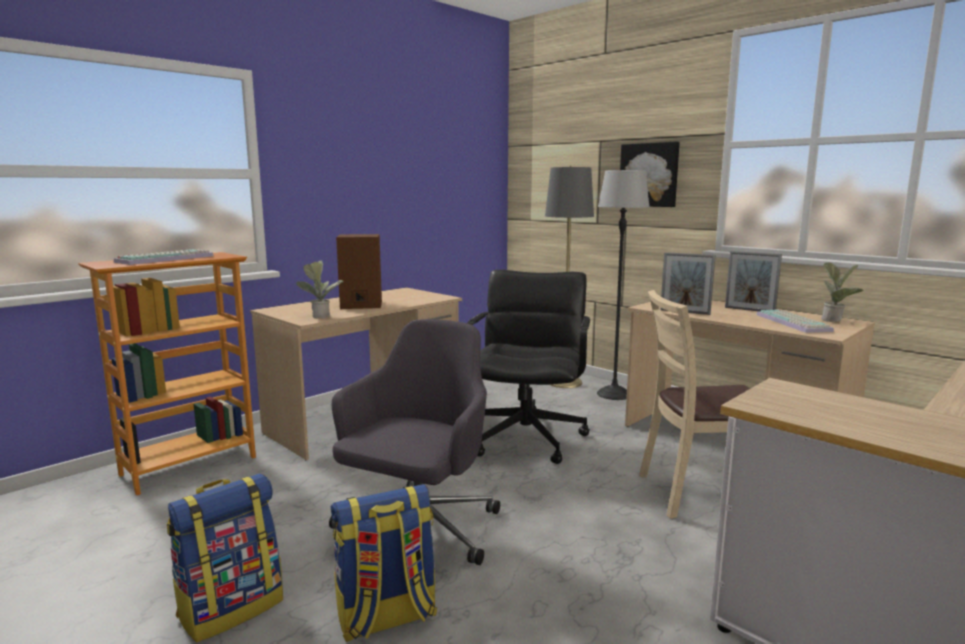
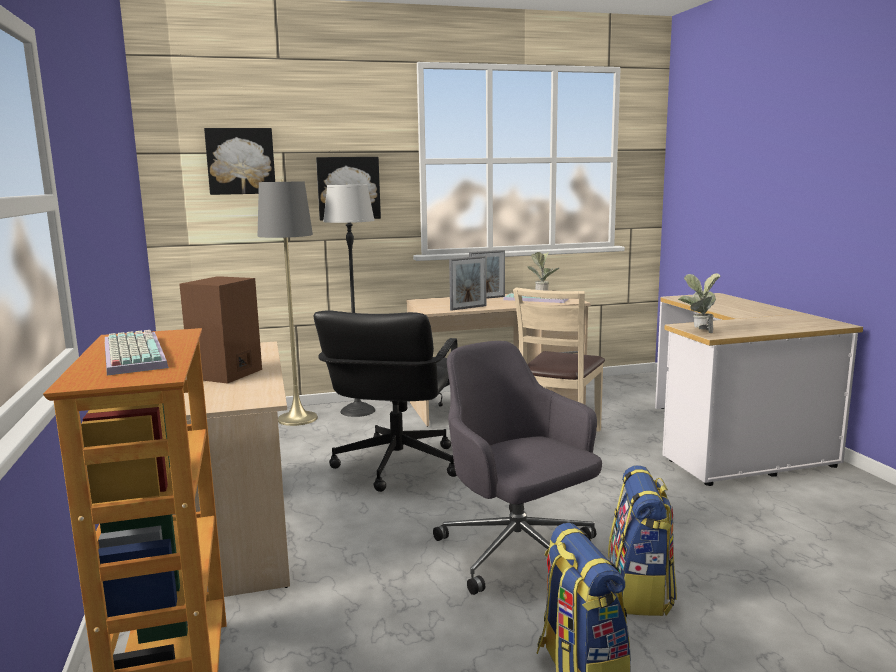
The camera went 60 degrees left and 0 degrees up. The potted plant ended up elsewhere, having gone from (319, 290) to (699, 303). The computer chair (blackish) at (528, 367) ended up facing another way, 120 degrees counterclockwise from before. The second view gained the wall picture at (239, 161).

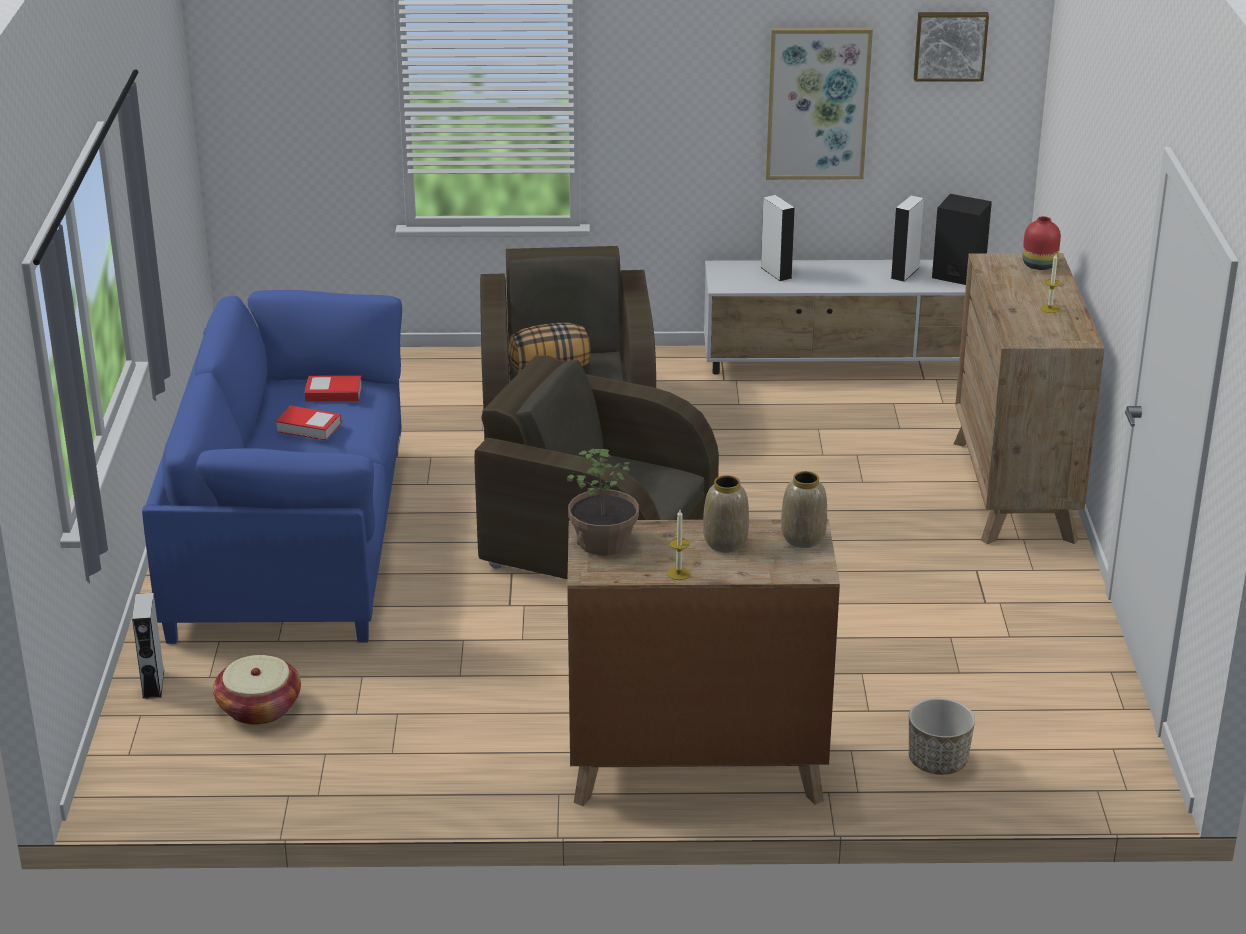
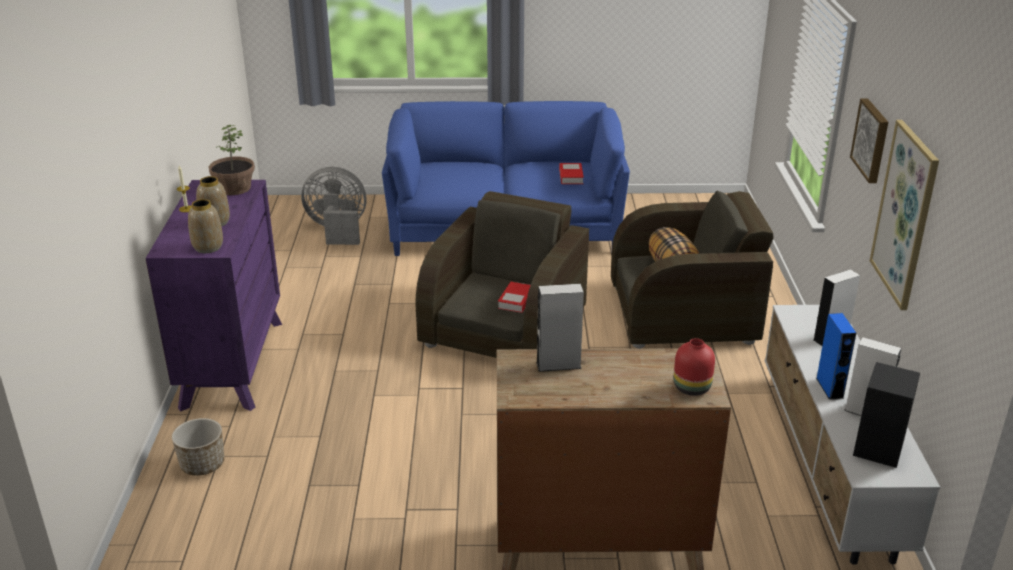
The camera went 90 degrees right and 0 degrees up. The loudspeaker (greyish) ended up elsewhere, having gone from (148, 646) to (560, 328). Where the storage basket stood at (257, 690), the electric fan (greyish) came to stand at (334, 206). The volume ended up elsewhere, having gone from (308, 423) to (514, 297). What was the drawer chest (brown) at (703, 662) turned into the drawer chest (purple) at (214, 296). The wall picture ended up elsewhere, having gone from (951, 47) to (869, 140). The second view lost the wax candle at (1050, 283). The second view gained the loudspeaker (blue-coloured) at (836, 356).

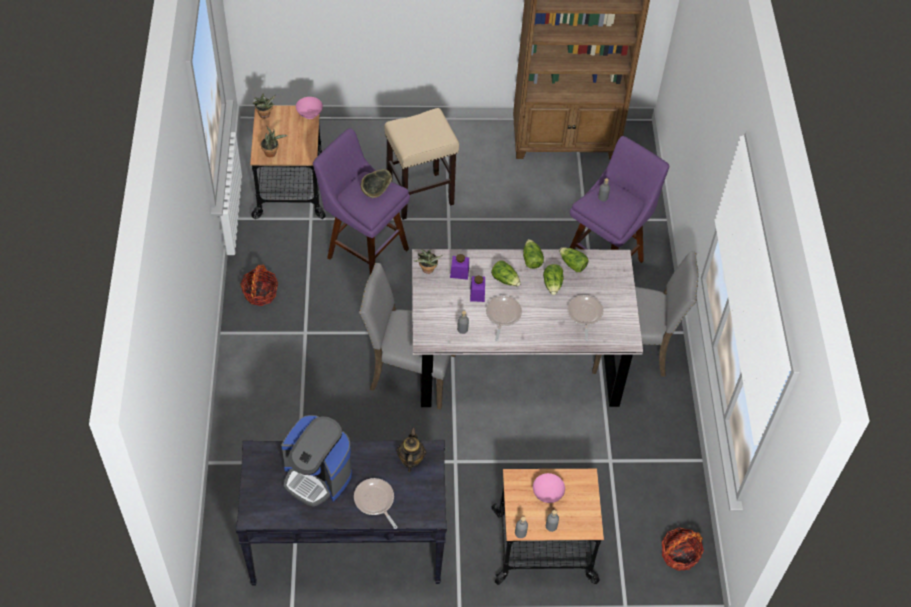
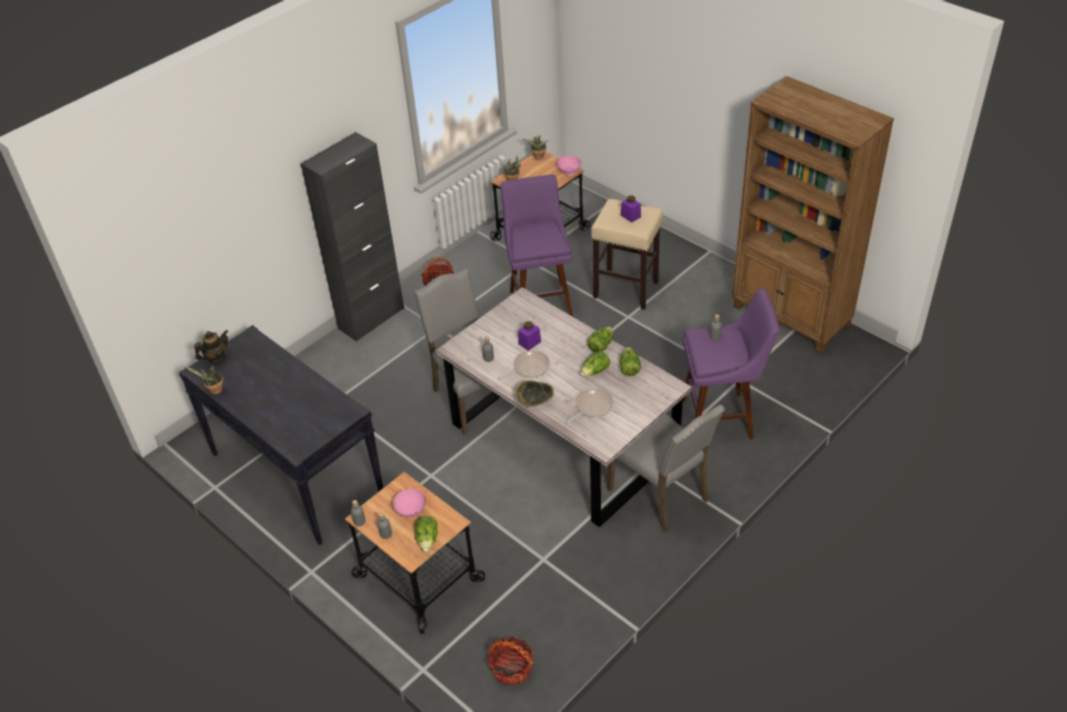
The camera went 50 degrees right and 10 degrees down. The second view lost the coffee brewer at (316, 461). The second view lost the pan at (376, 503). The deep dish ended up elsewhere, having gone from (376, 183) to (534, 393). The tea pot ended up elsewhere, having gone from (411, 450) to (211, 346). The potted plant ended up elsewhere, having gone from (428, 261) to (203, 380). The storage jar (purple) ended up elsewhere, having gone from (459, 267) to (631, 209). The lettuce ended up elsewhere, having gone from (506, 273) to (426, 534). The second view gained the storage cabinet (blackish) at (352, 237).

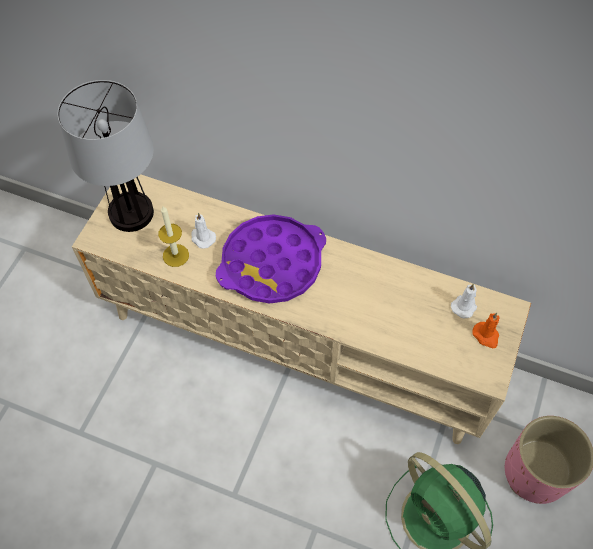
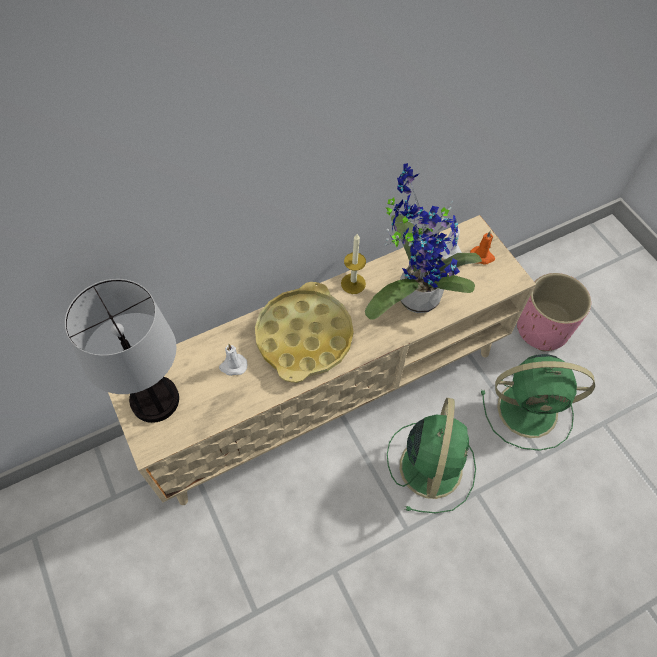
The camera went 50 degrees left and 0 degrees up. The wax candle ended up elsewhere, having gone from (173, 236) to (353, 264). What was the carrying tray (purple) at (271, 259) turned into the carrying tray (yellow-coloured) at (304, 332). The second view gained the potted plant at (423, 241). The second view gained the electric fan (greenish) at (431, 455).

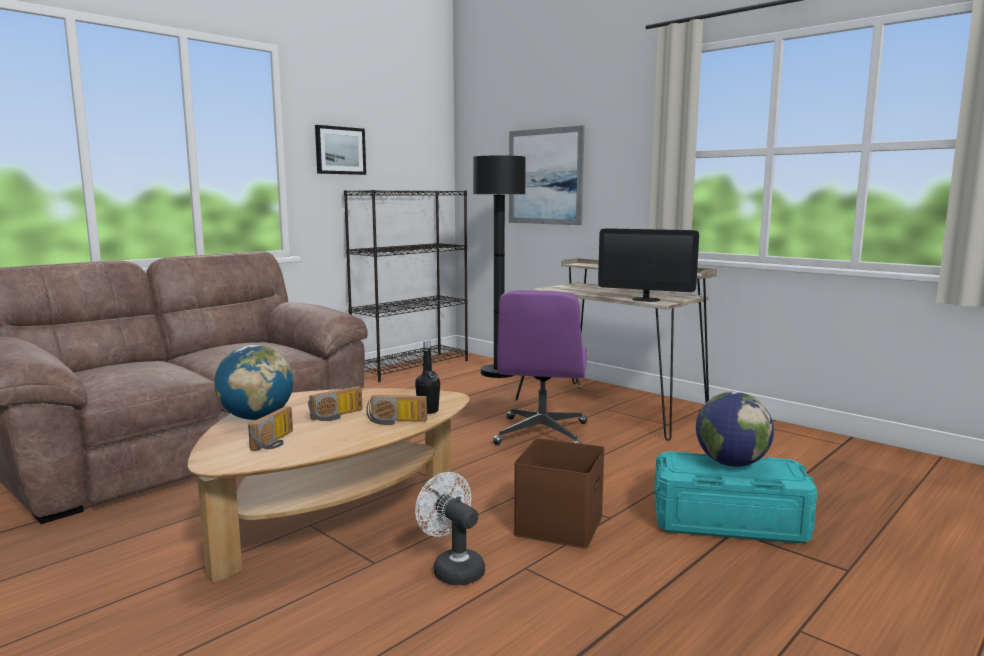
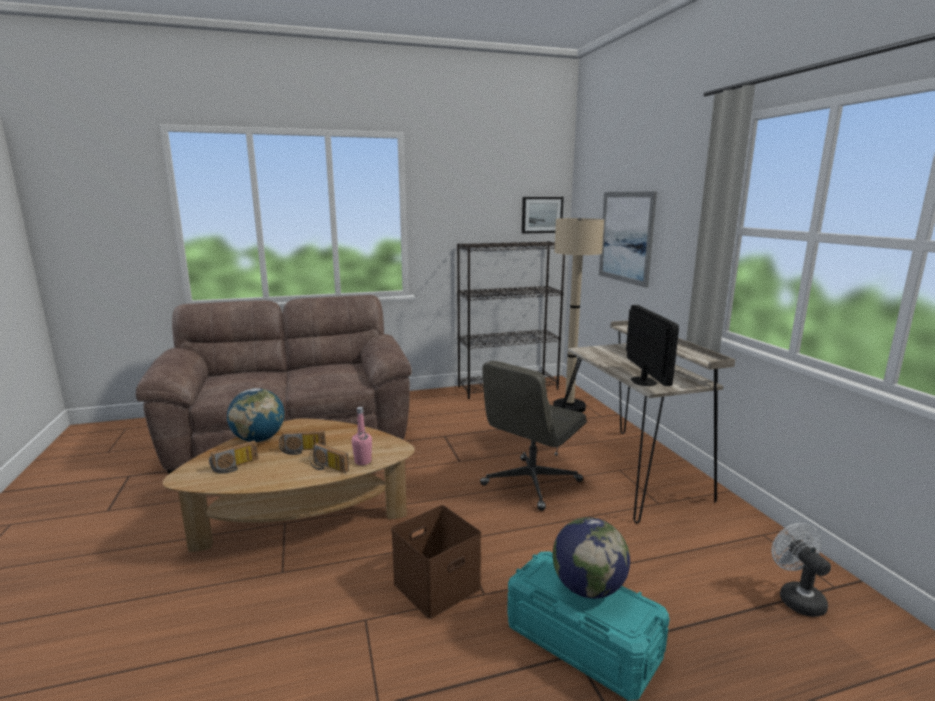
The camera went 30 degrees right and 5 degrees up. The wall picture ended up elsewhere, having gone from (340, 150) to (543, 215). What was the drink bottle (blackish) at (427, 377) turned into the drink bottle (pink) at (362, 436). The electric fan (white-coloured) ended up elsewhere, having gone from (450, 528) to (801, 570). What was the standard lamp (blackish) at (499, 266) turned into the standard lamp (sand-coloured) at (578, 315). What was the computer chair (purple) at (540, 367) turned into the computer chair (greyish) at (533, 436). The computer screen at (648, 265) ended up facing another way, 150 degrees counterclockwise from before.

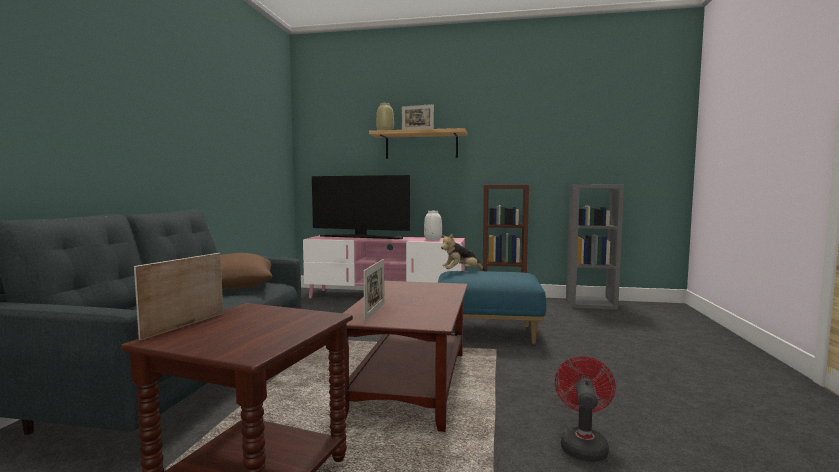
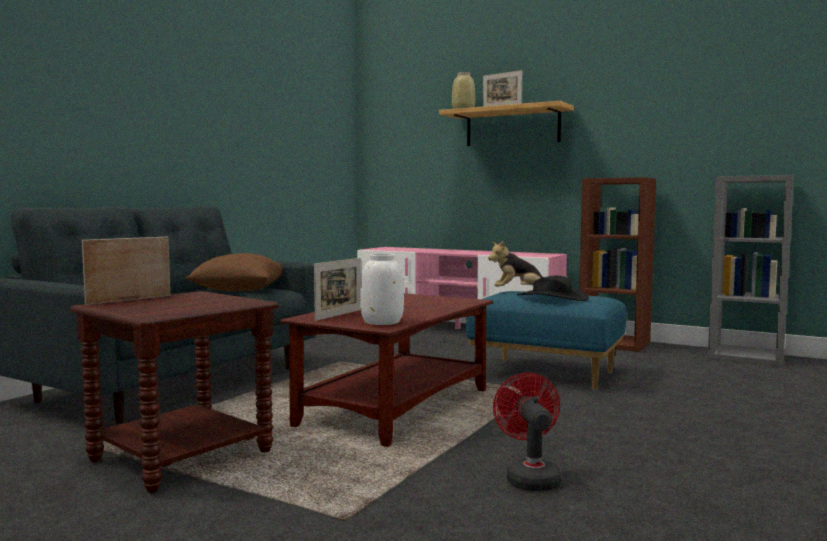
The camera went 20 degrees right and 0 degrees up. The second view lost the TV at (361, 207). The decorative vase (white-coloured) ended up elsewhere, having gone from (433, 225) to (382, 289). The electric fan (red-coloured) at (585, 409) ended up facing another way, 45 degrees counterclockwise from before. The second view gained the clothing hat (blackish) at (553, 288).

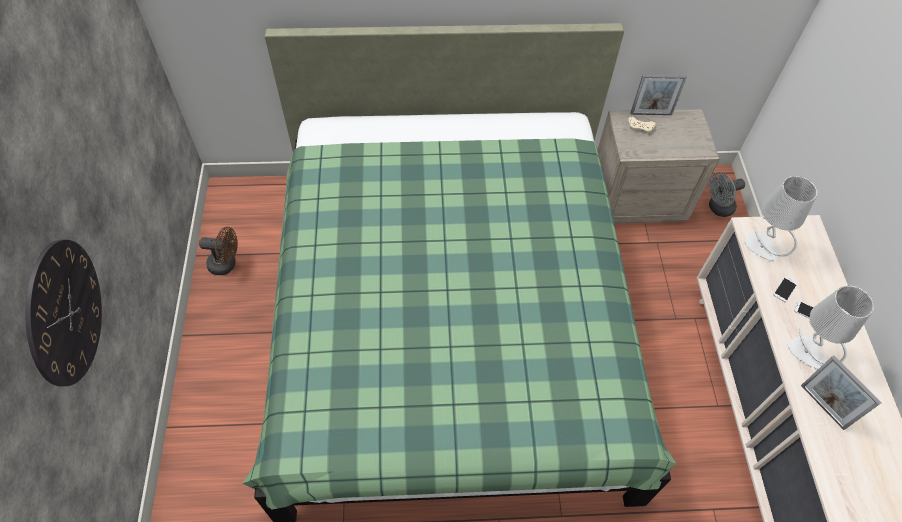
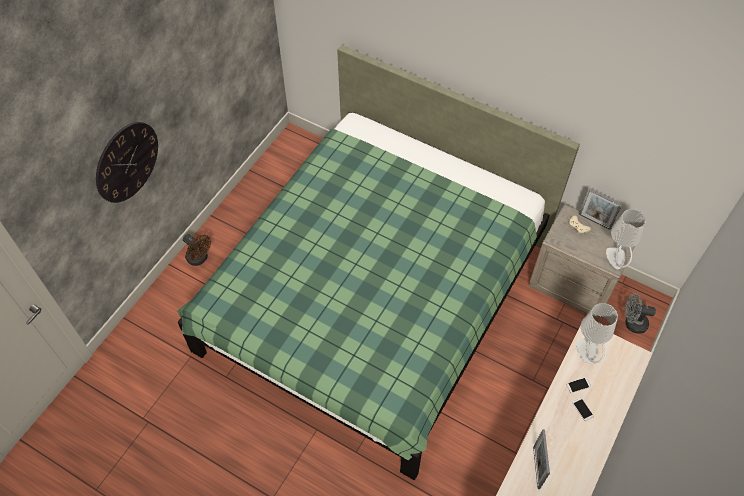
The camera went 35 degrees right and 0 degrees up. The electric fan (brown) ended up elsewhere, having gone from (218, 251) to (197, 250). The tabletop lamp (greyish) ended up elsewhere, having gone from (831, 327) to (626, 239).

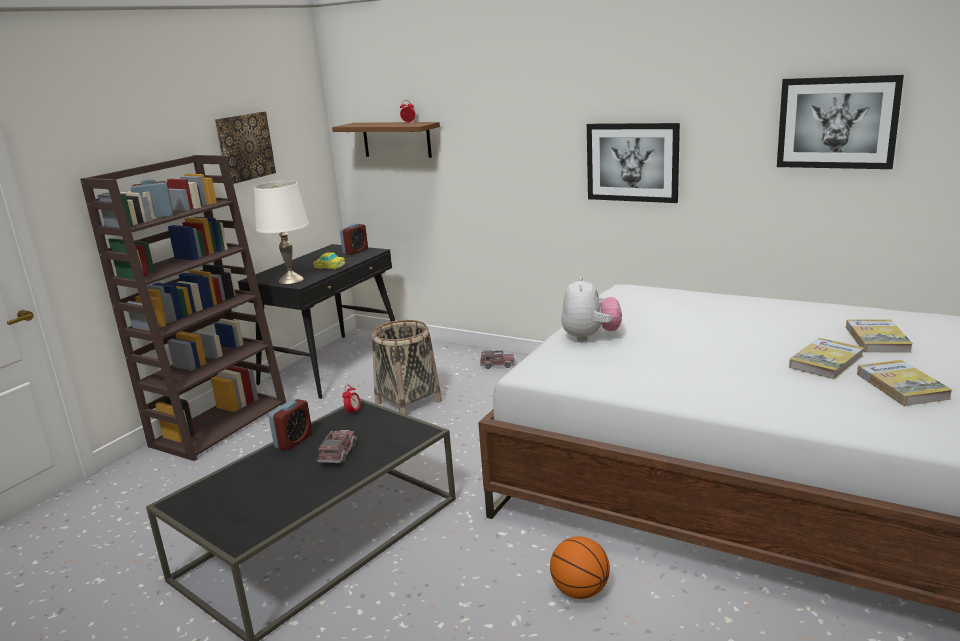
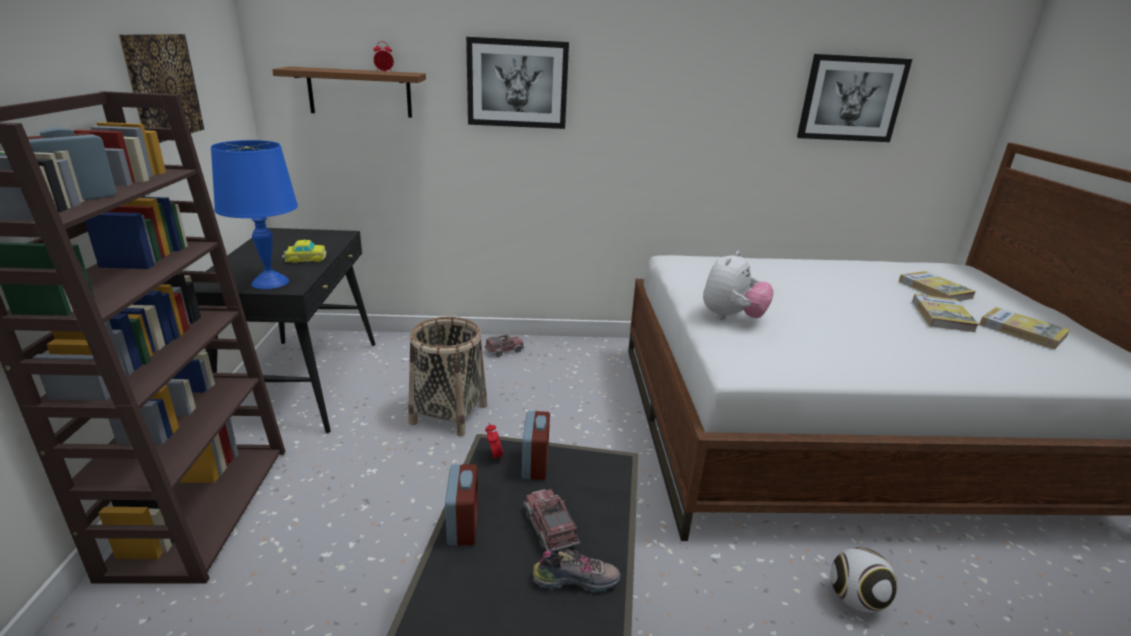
The camera went 35 degrees left and 5 degrees up. What was the tabletop lamp (white-coloured) at (281, 232) turned into the tabletop lamp (blue-coloured) at (254, 214). The table clock ended up elsewhere, having gone from (354, 239) to (536, 445). Where the basketball stood at (580, 567), the ball for football came to stand at (863, 580). The soft toy at (591, 309) ended up facing another way, 60 degrees clockwise from before. The wall picture ended up elsewhere, having gone from (633, 163) to (517, 83). The second view gained the item of footwear at (577, 571).

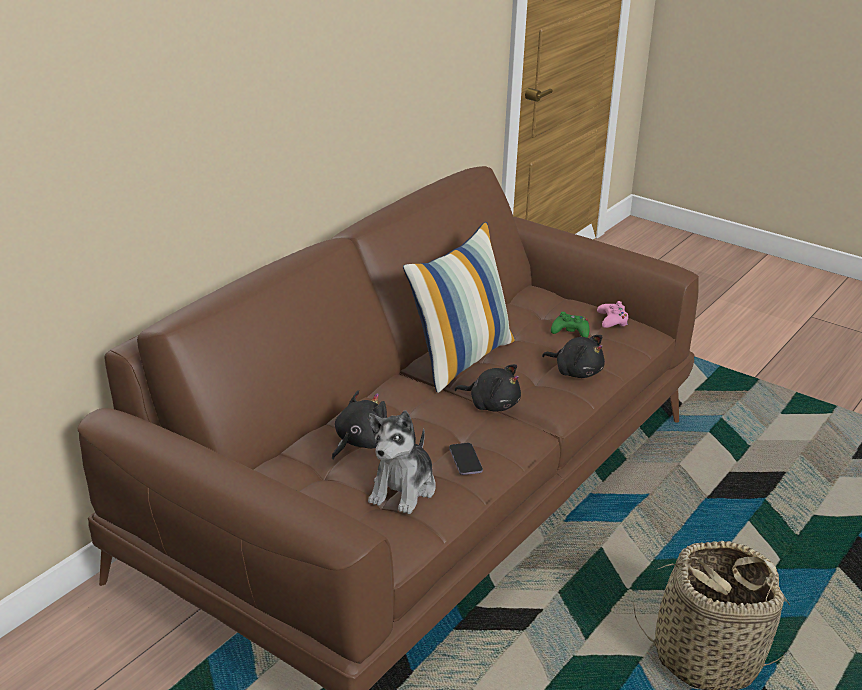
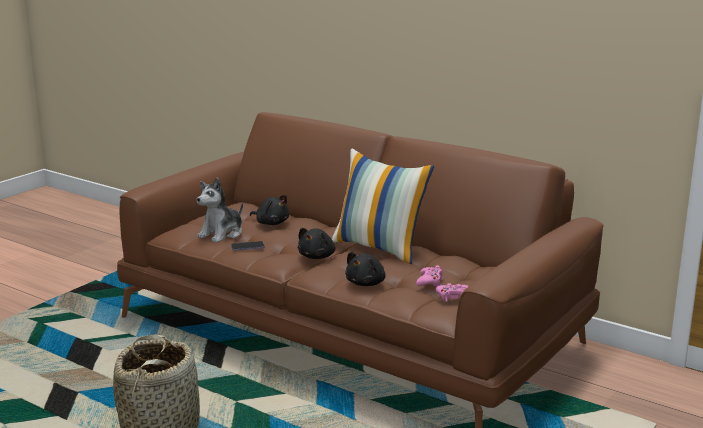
The camera went 90 degrees right and 10 degrees down. The soft toy at (402, 462) ended up facing another way, 75 degrees counterclockwise from before. What was the gamepad (greenish) at (570, 325) turned into the gamepad (pink) at (429, 276).

